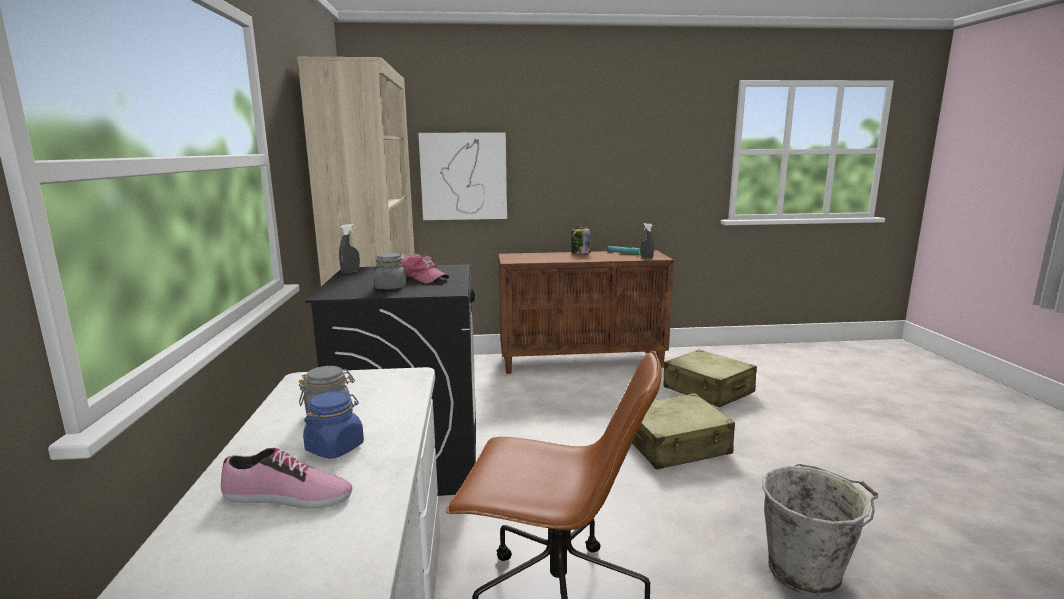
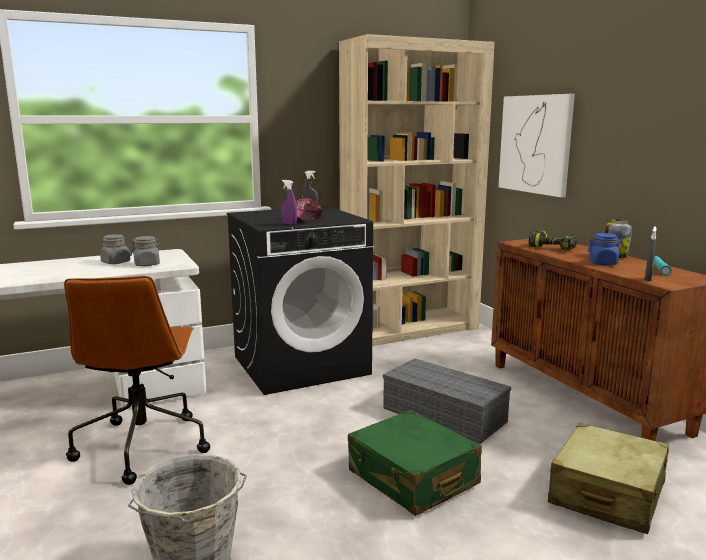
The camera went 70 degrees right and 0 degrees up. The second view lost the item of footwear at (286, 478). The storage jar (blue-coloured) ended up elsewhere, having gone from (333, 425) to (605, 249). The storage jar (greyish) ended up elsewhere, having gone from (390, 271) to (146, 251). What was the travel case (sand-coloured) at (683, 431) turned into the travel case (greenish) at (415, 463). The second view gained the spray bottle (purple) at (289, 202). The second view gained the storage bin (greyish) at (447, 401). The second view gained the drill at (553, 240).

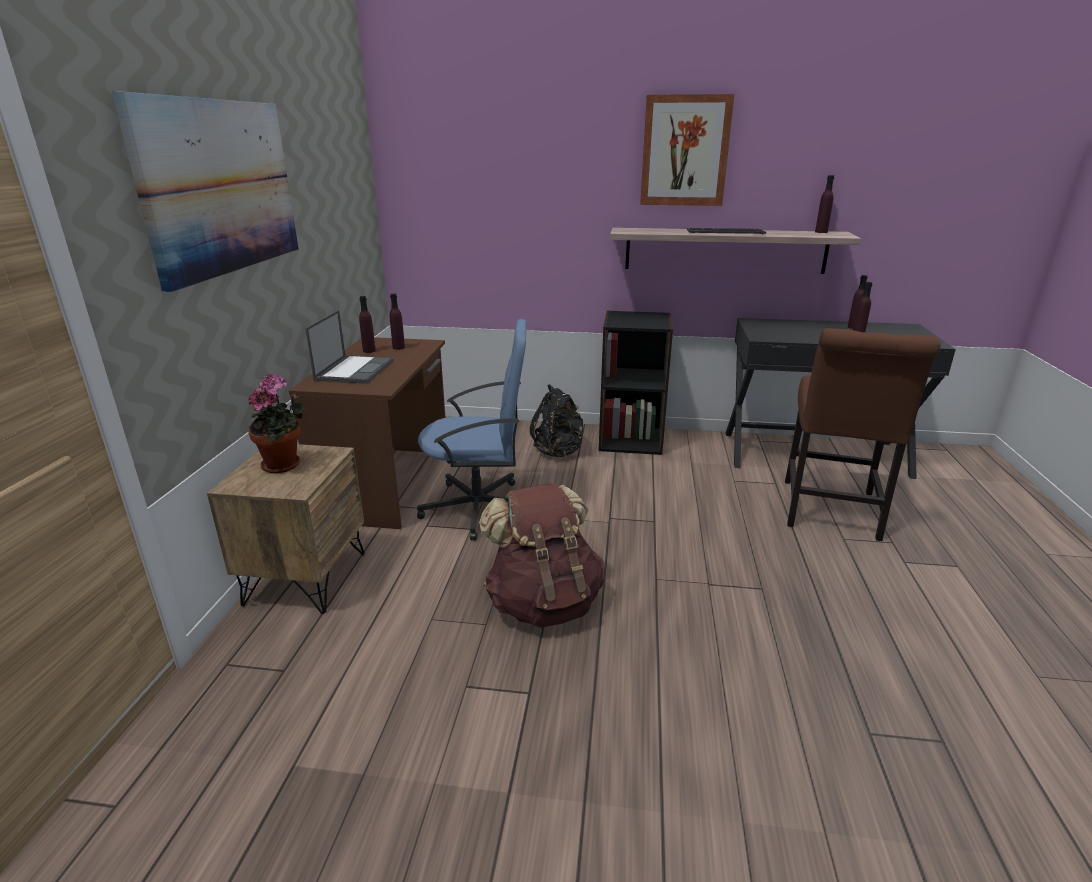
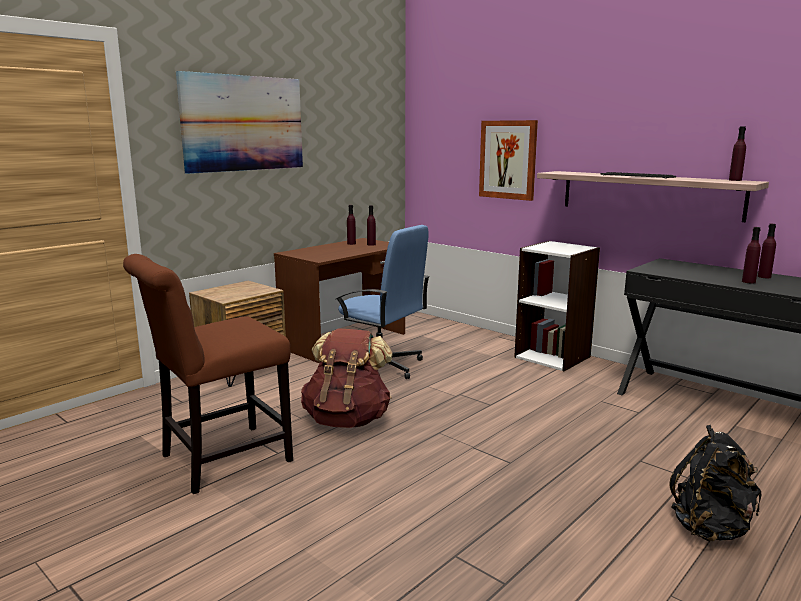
The camera went 35 degrees right and 10 degrees down. The second view lost the potted plant at (276, 423). The second view lost the notebook computer at (349, 347). The rucksack (blackish) ended up elsewhere, having gone from (556, 420) to (715, 483). What was the shelving unit (blackish) at (636, 382) turned into the shelving unit (white-coloured) at (557, 306). The wall picture ended up elsewhere, having gone from (687, 150) to (508, 160). The chair (brown) ended up elsewhere, having gone from (862, 434) to (208, 374).

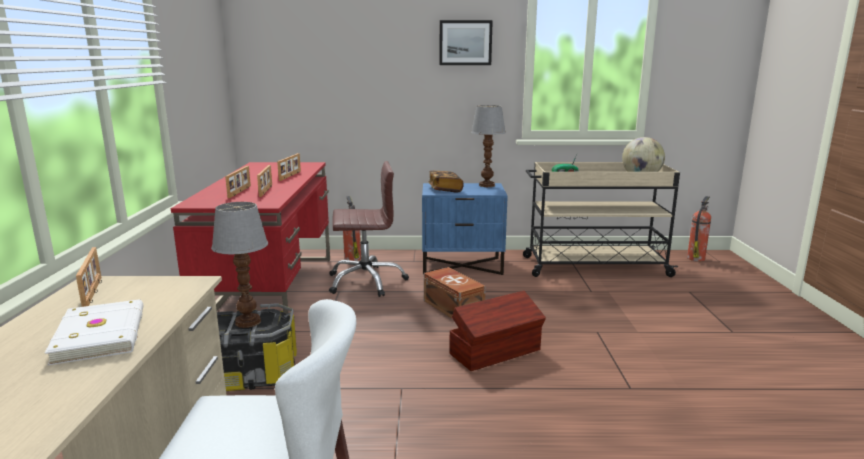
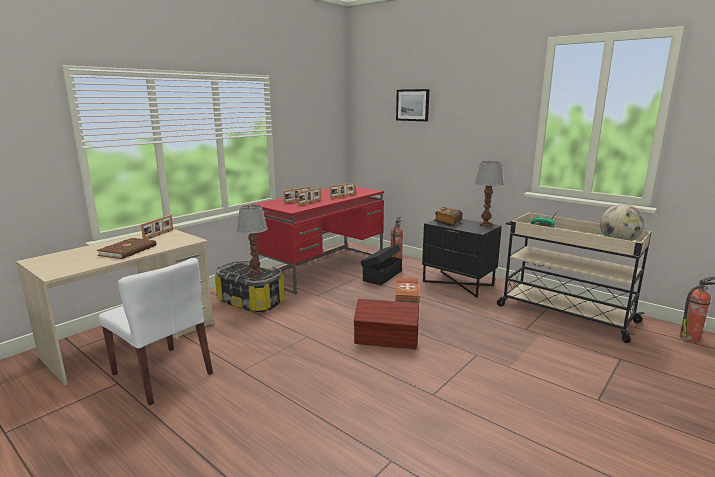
The camera went 40 degrees right and 0 degrees up. What was the volume (white-coloured) at (94, 332) turned into the volume (brown) at (126, 248). Where the computer chair (brown) stood at (369, 229), the storage bin (blackish) came to stand at (381, 264). What was the nightstand (blue-coloured) at (465, 229) turned into the nightstand (blackish) at (462, 258). The wall picture ended up elsewhere, having gone from (466, 42) to (412, 105).

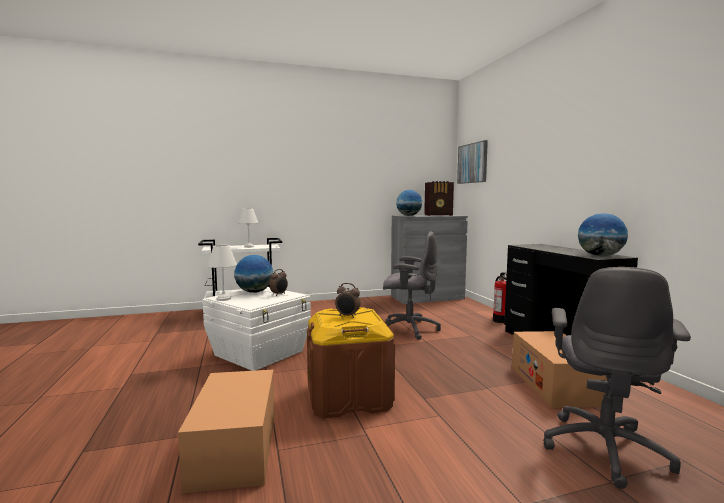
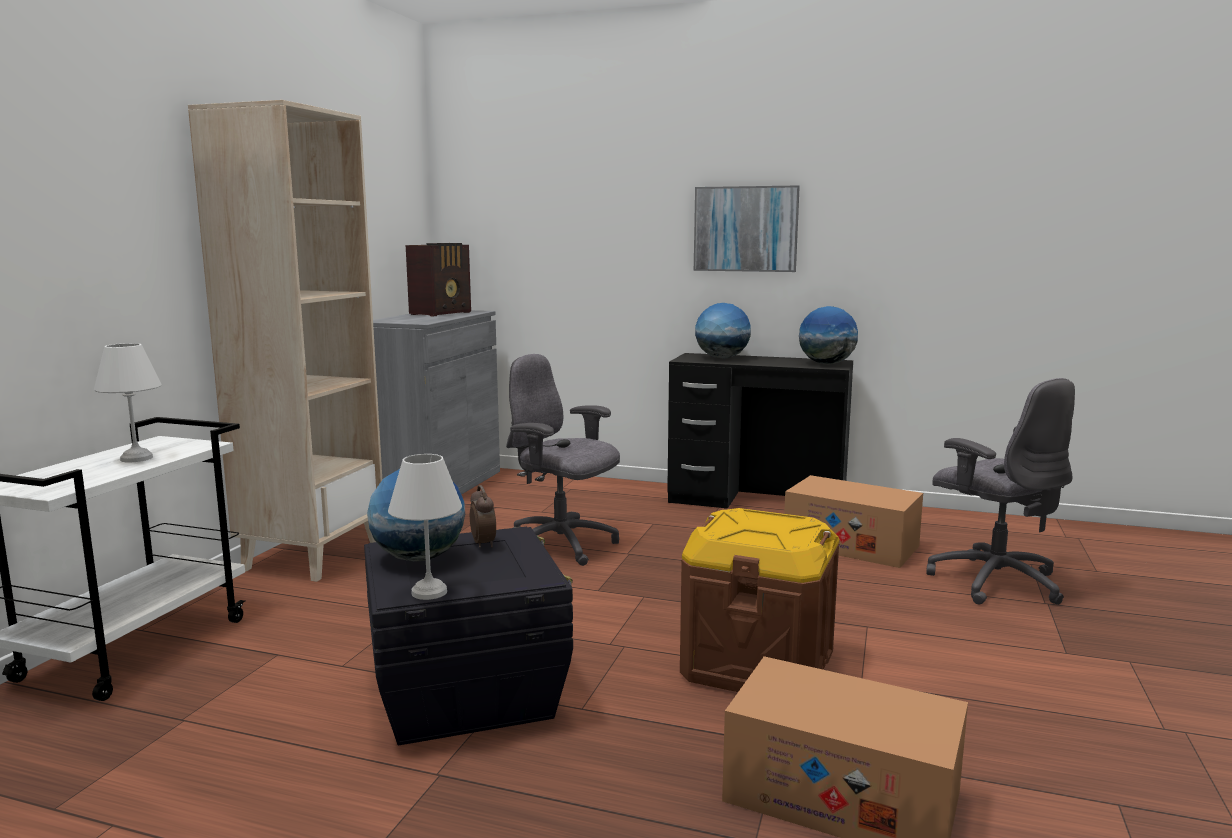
The camera went 55 degrees left and 5 degrees up. What was the storage bin (white-coloured) at (256, 329) turned into the storage bin (blackish) at (468, 636). The second view lost the table clock at (348, 300). The computer chair (greyish) at (412, 285) ended up facing another way, 105 degrees counterclockwise from before. The desk globe ended up elsewhere, having gone from (409, 203) to (723, 330). The wall picture ended up elsewhere, having gone from (472, 162) to (747, 228). The second view lost the fire-fighting cylinder at (499, 297). The second view gained the shelving unit (sand-coloured) at (285, 341).

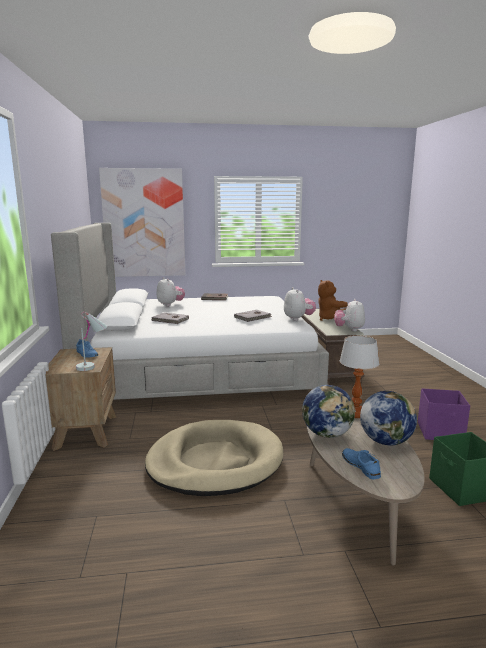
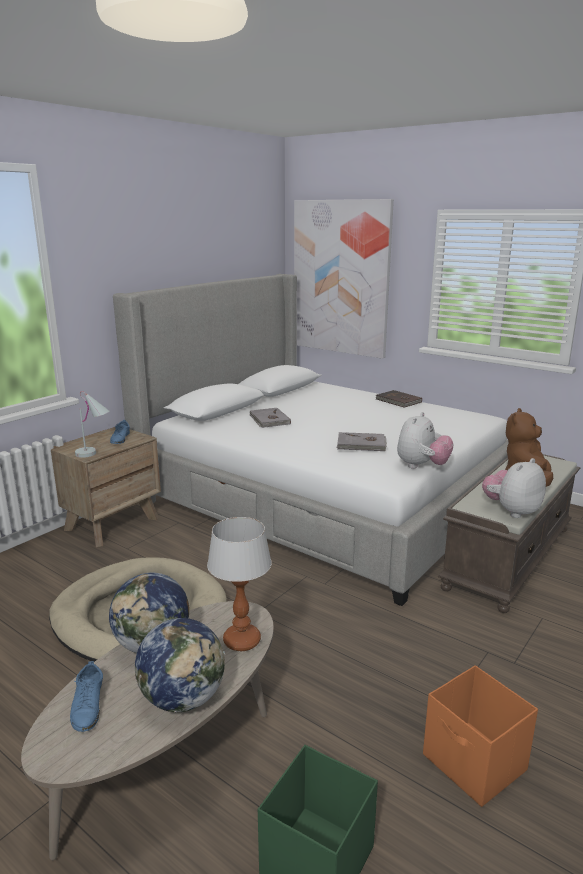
The camera went 45 degrees right and 5 degrees up. The second view lost the soft toy at (171, 291). The item of footwear (blue-coloured) at (361, 463) ended up facing another way, 150 degrees clockwise from before. What was the storage bin (purple) at (444, 414) turned into the storage bin (orangey) at (480, 736).

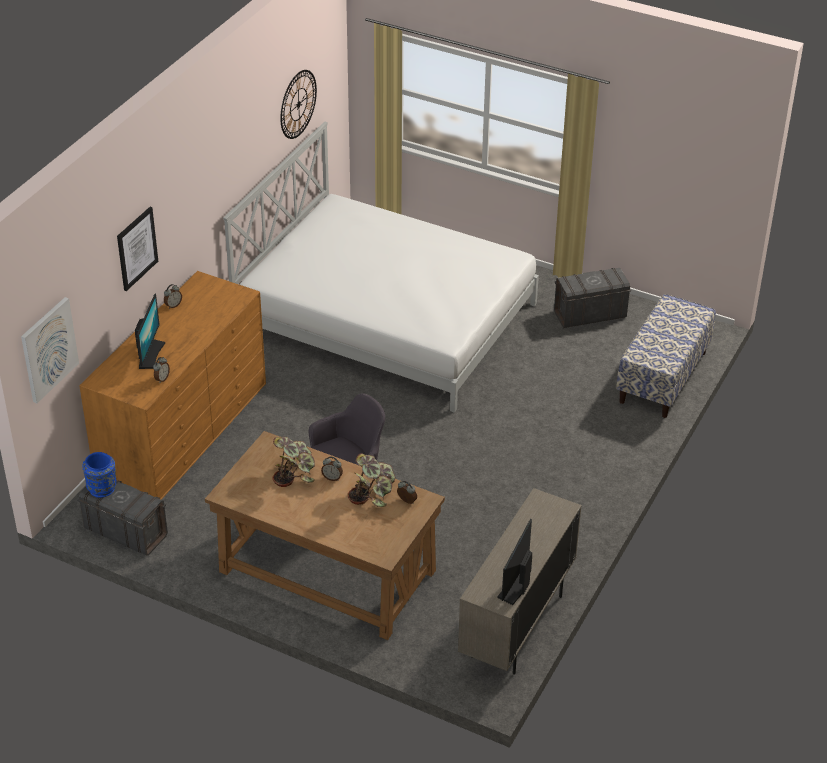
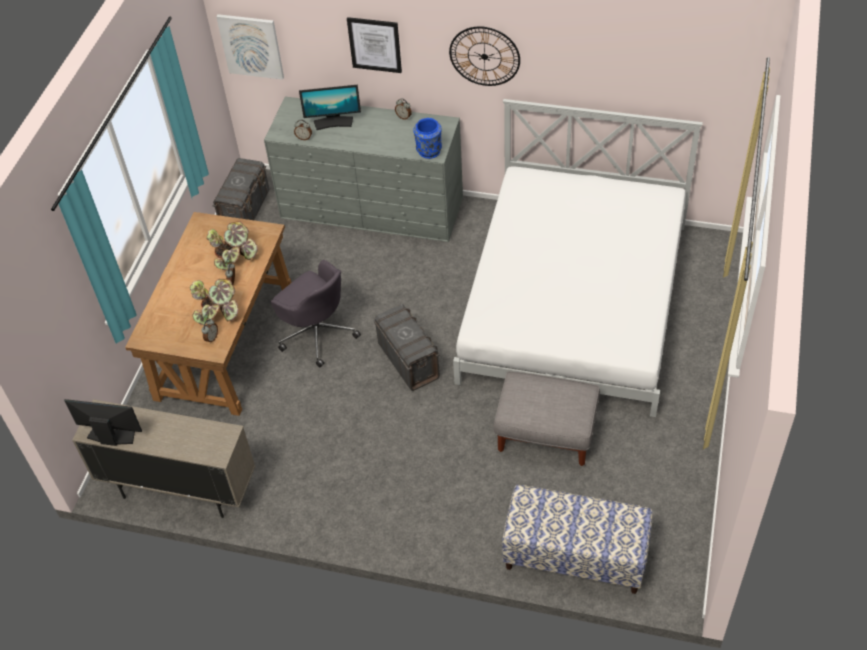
The camera went 80 degrees right and 10 degrees up. What was the drawer chest (brown) at (172, 385) turned into the drawer chest (greyish) at (363, 169). The decorative vase (blue-coloured) ended up elsewhere, having gone from (99, 475) to (427, 138). The wall clock ended up elsewhere, having gone from (298, 104) to (484, 56). The storage bin (greyish) ended up elsewhere, having gone from (592, 298) to (406, 347). The second view gained the pouffe (greyish) at (546, 418).

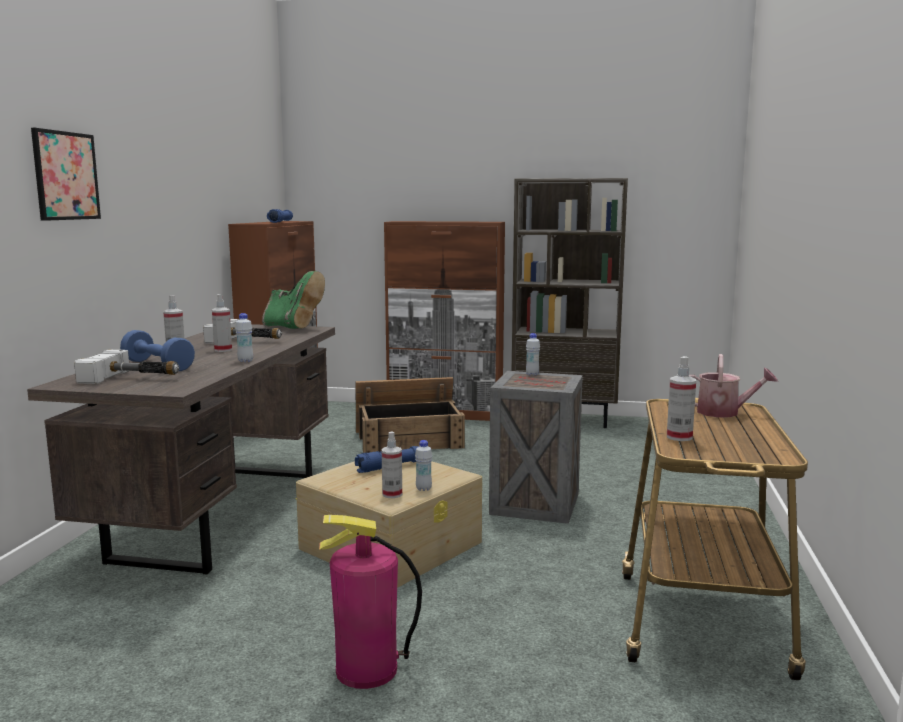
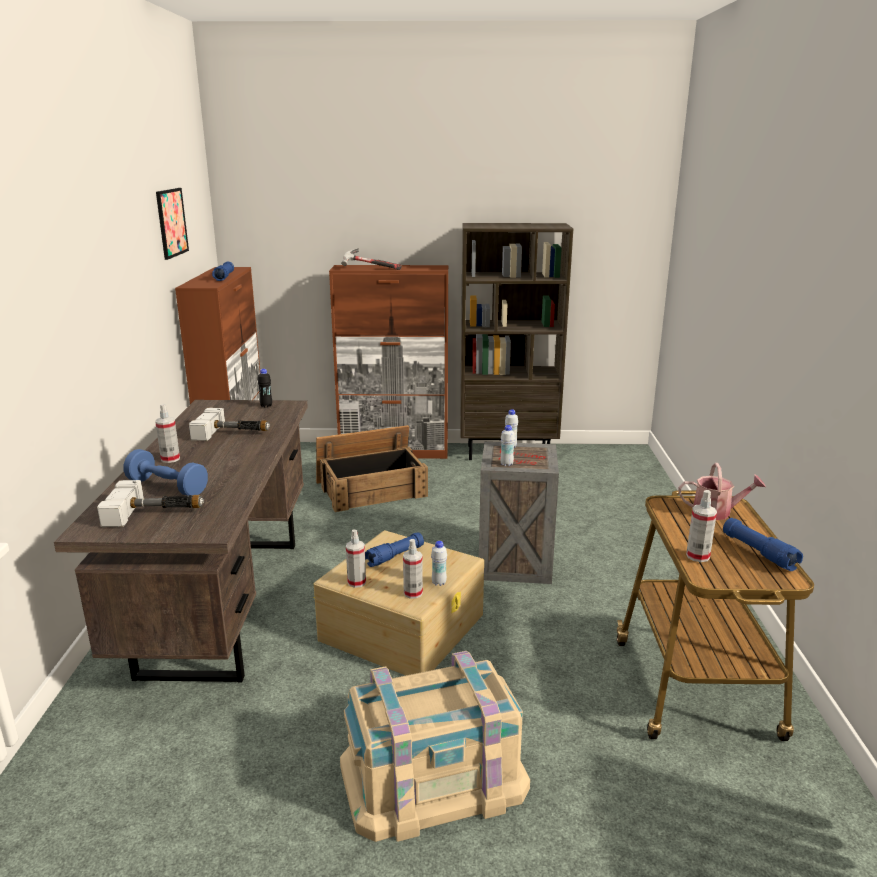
The camera went 10 degrees left and 10 degrees up. The wall picture ended up elsewhere, having gone from (66, 174) to (172, 224). The spray bottle ended up elsewhere, having gone from (222, 323) to (356, 558). The drink bottle (white-coloured) ended up elsewhere, having gone from (244, 337) to (507, 445). Where the boot (greenish) stood at (293, 300), the drink bottle (blackish) came to stand at (265, 388). Where the fire-fighting cylinder stood at (370, 602), the storage bin (sand-coloured) came to stand at (435, 746). The second view gained the hammer at (371, 259). The second view gained the flashlight (blue-coloured) at (763, 544).

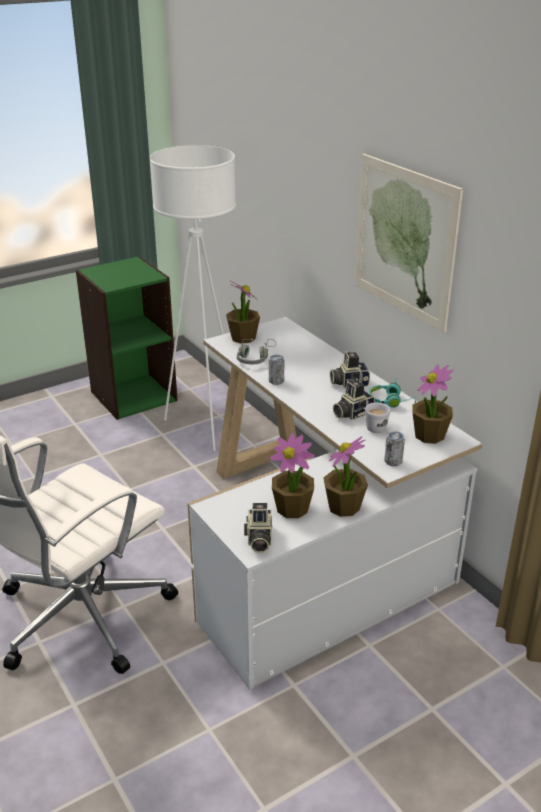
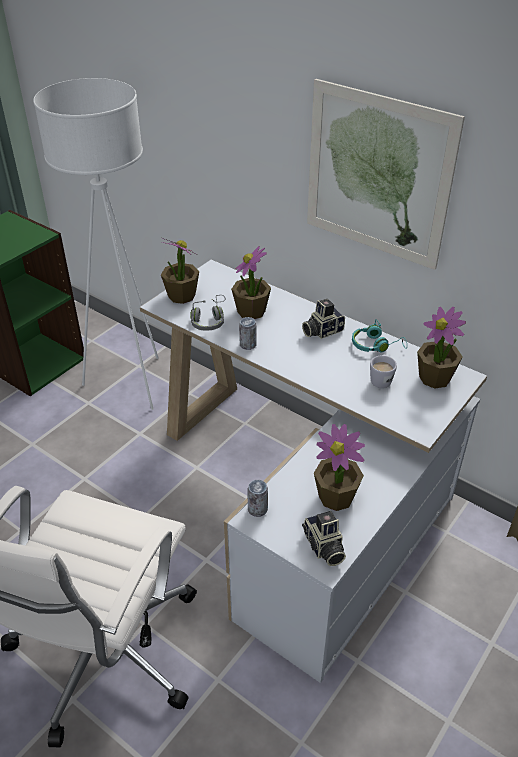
The camera went 20 degrees left and 10 degrees up. The potted plant ended up elsewhere, having gone from (345, 477) to (251, 282). The second view lost the photo camera at (354, 400). The can ended up elsewhere, having gone from (394, 448) to (257, 498).

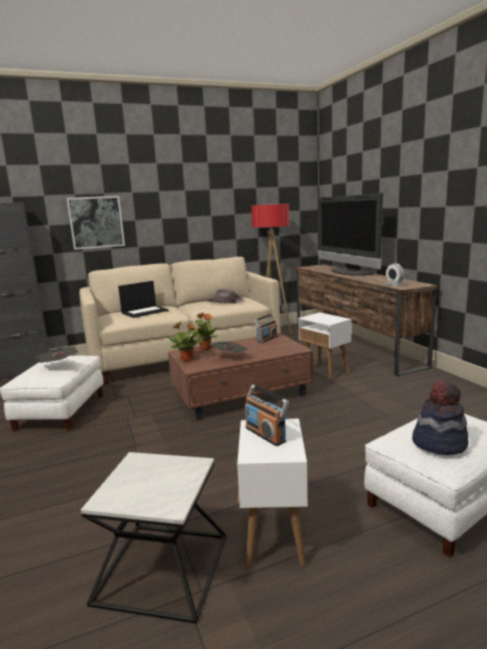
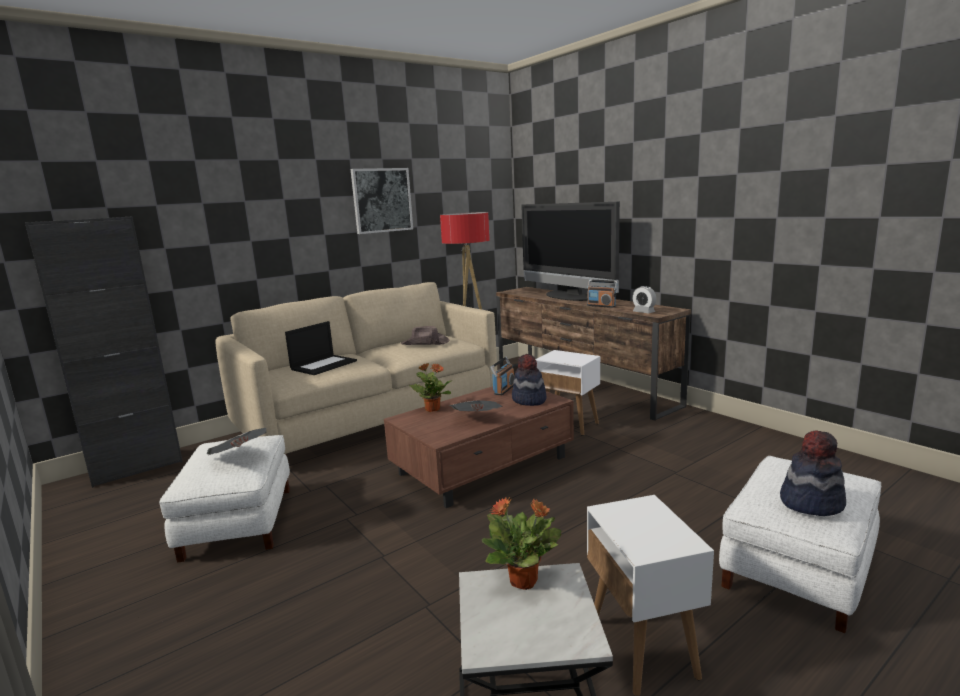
The camera went 15 degrees left and 0 degrees up. The wall picture ended up elsewhere, having gone from (95, 223) to (382, 201). The potted plant ended up elsewhere, having gone from (185, 342) to (522, 543). The radio set ended up elsewhere, having gone from (267, 415) to (602, 294). The second view gained the clothing hat at (529, 380).

